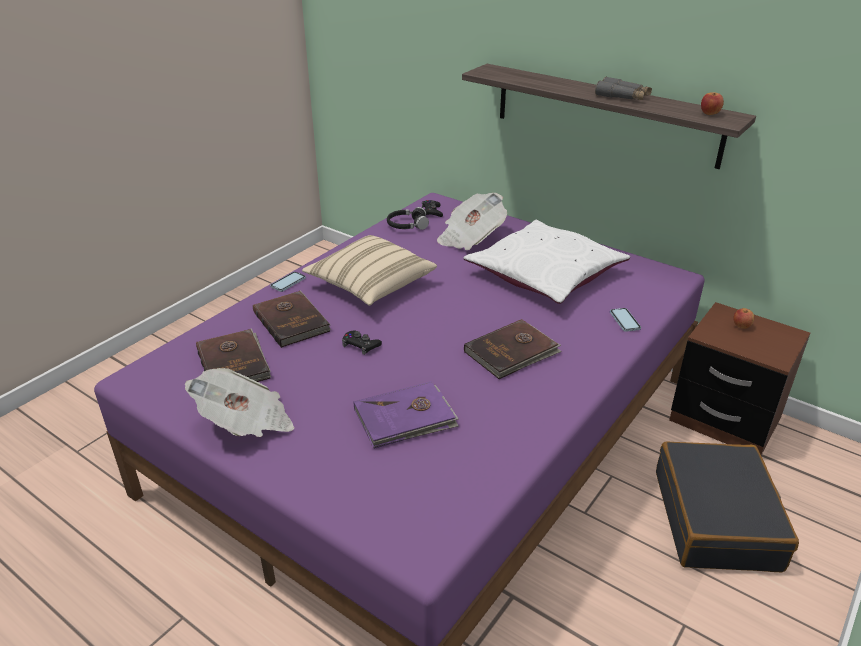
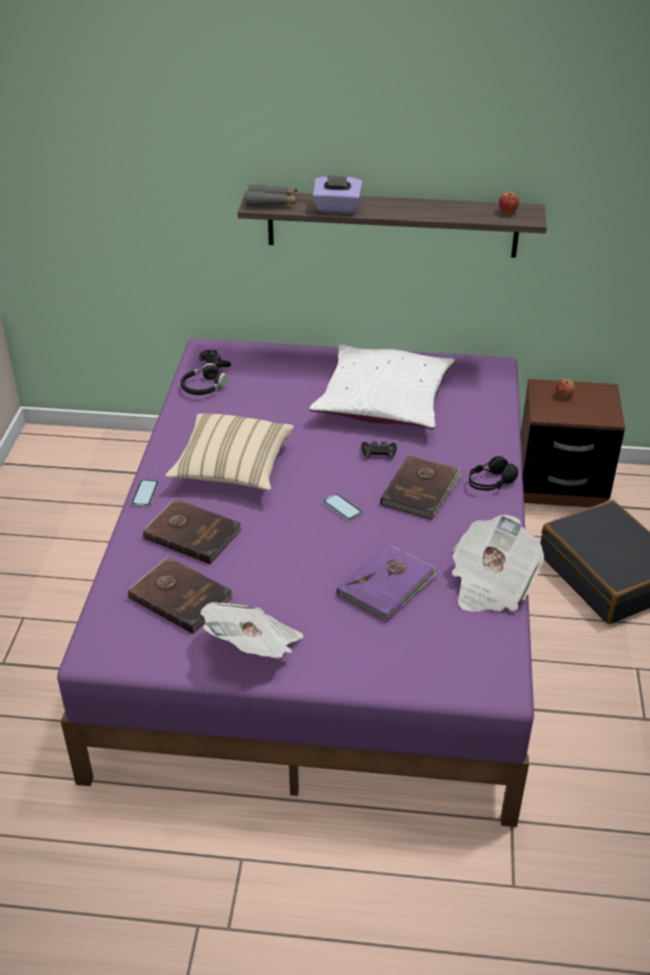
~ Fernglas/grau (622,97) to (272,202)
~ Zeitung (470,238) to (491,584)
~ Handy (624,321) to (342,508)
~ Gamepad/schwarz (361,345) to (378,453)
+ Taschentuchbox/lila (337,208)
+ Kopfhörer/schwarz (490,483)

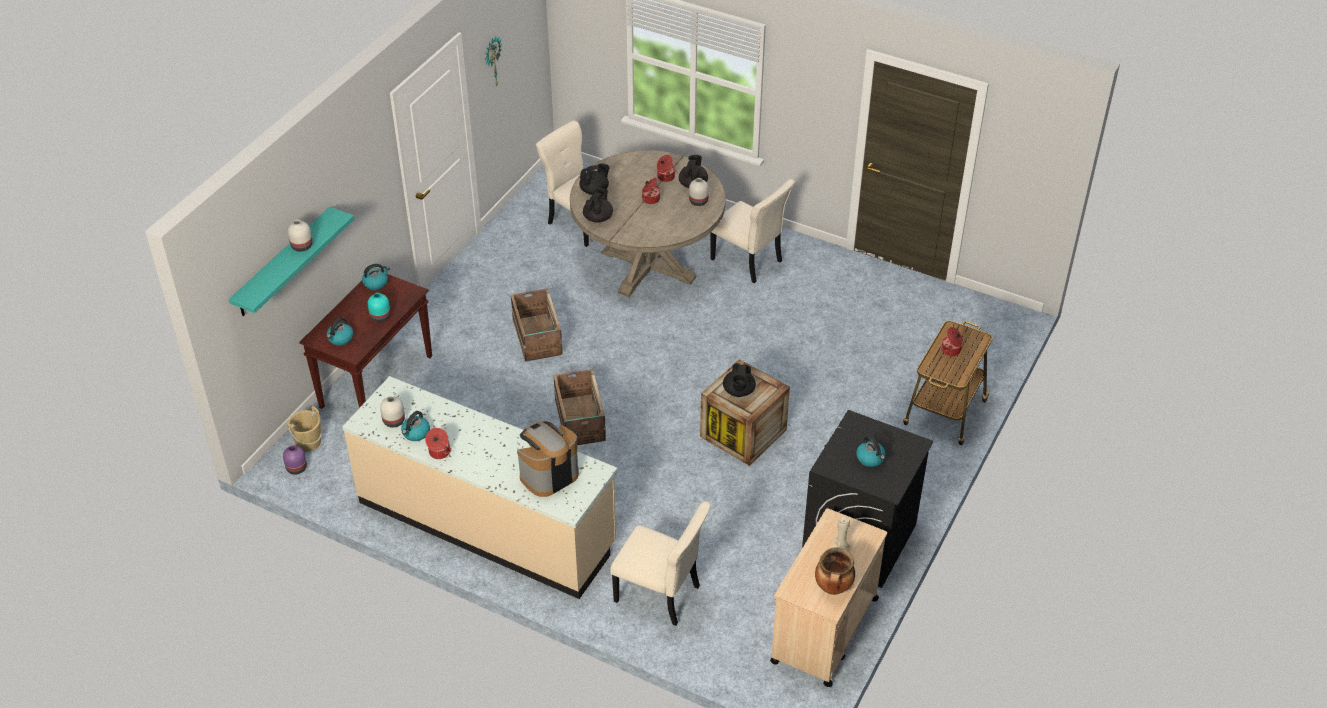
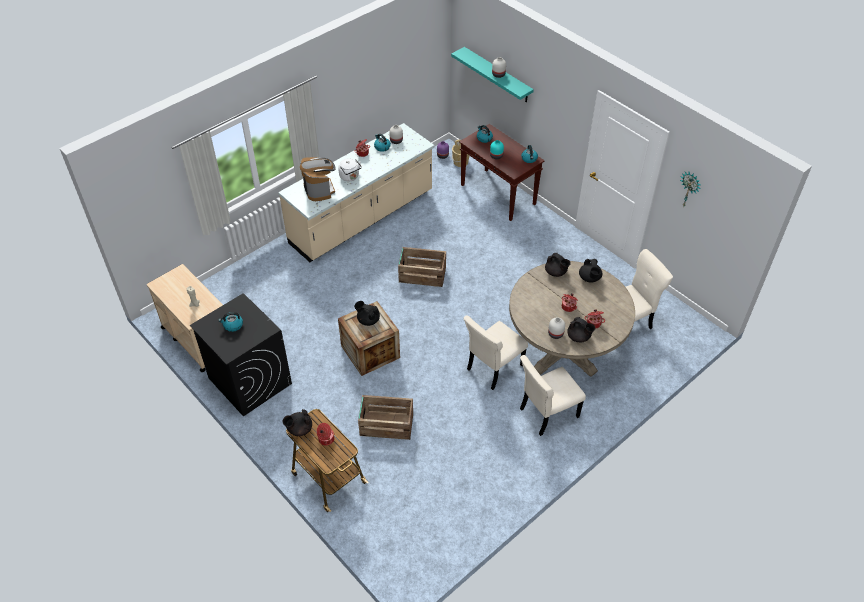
~ Kiste (537,338) to (386,424)
~ Stuhl/beige (660,595) to (493,368)
- Kochtopf (833,588)
+ Wasserkessel/weiß (350,177)
+ Teekanne/schwarz (299,429)

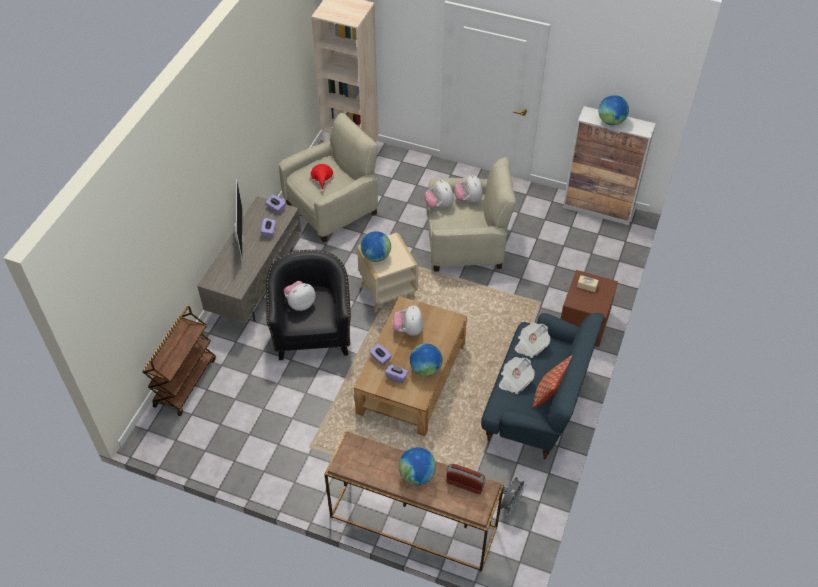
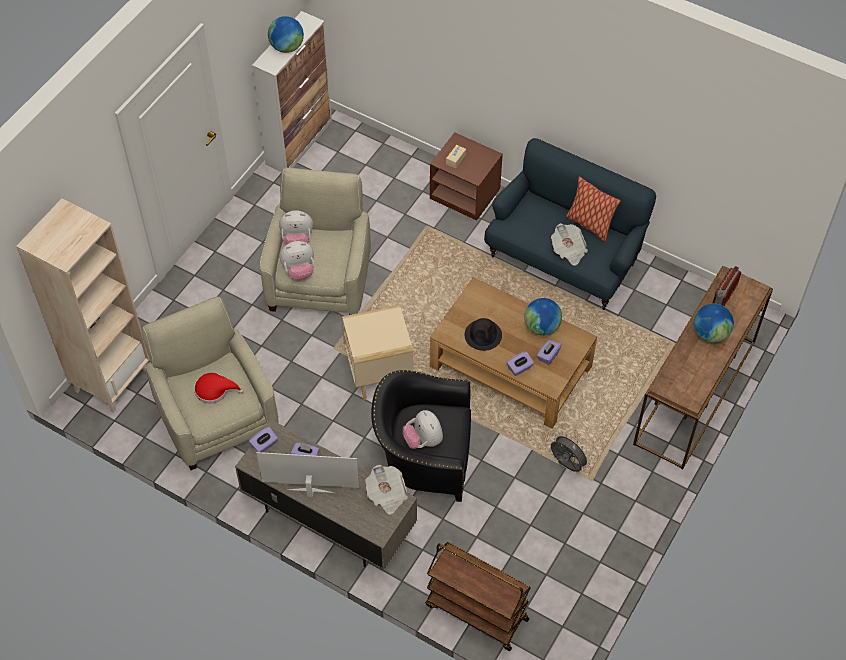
- Globus (376,256)
~ Plüschtier (408,330) to Hut/schwarz (483,335)
~ Zeitung (531,345) to (386,495)
~ Ventilator/grau (510,503) to (566,464)

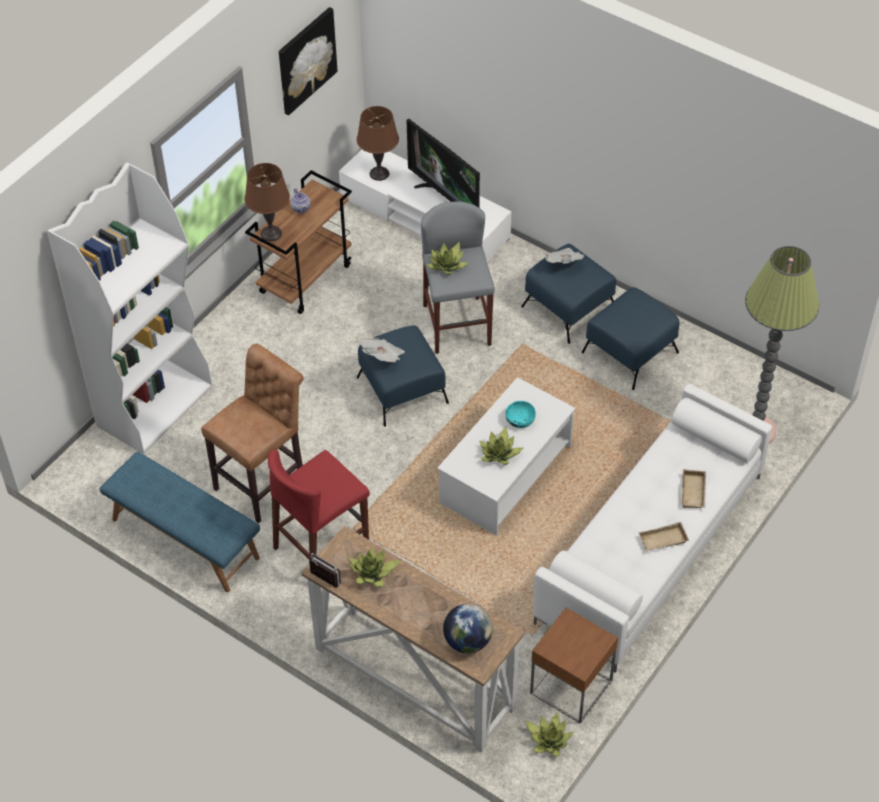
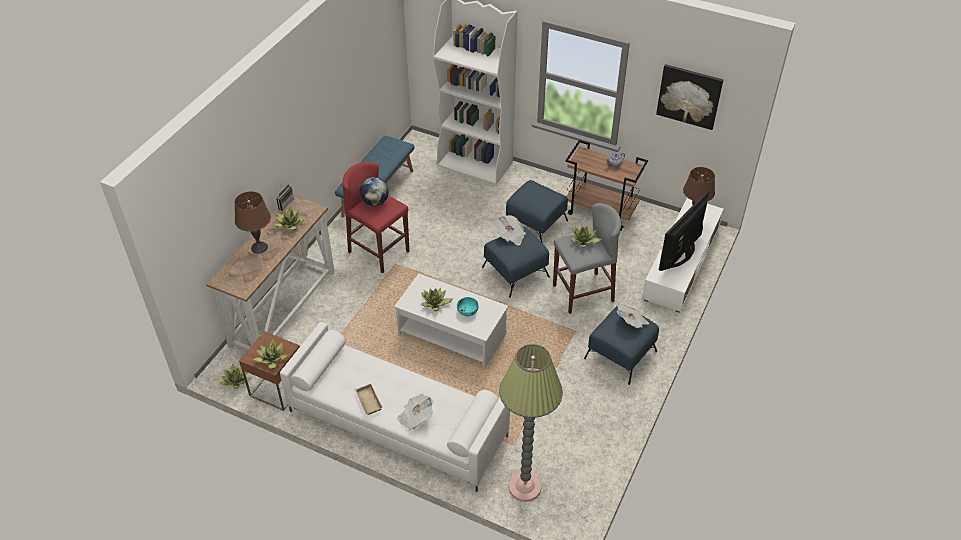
~ Tischlampe/braun (271,233) to (259,247)
~ Polsterhocker/blau (630,352) to (536,224)
- Hocker/braun (264,482)
~ Tablett/beige (694,492) to Zeitung (415,417)
~ Globus (467,641) to (375,202)
+ Topfpflanze (272,359)

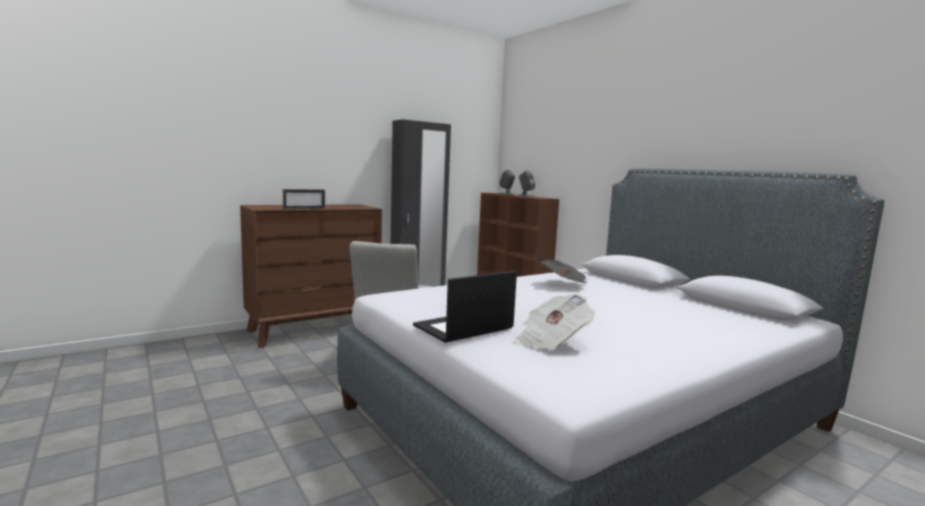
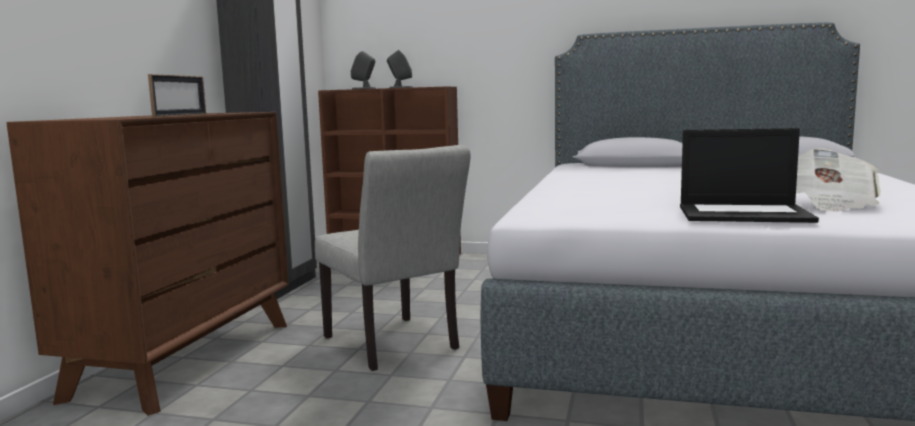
- Zeitung (565,284)
~ Laptop (463,328) = (744,214) 90 degrees counterclockwise

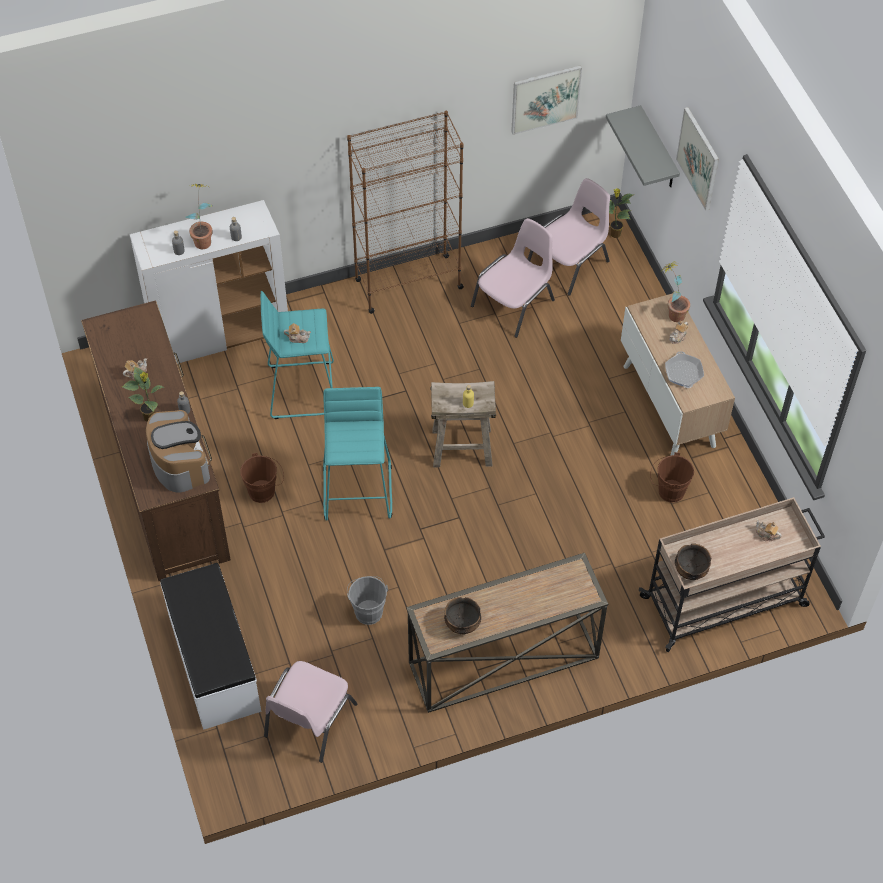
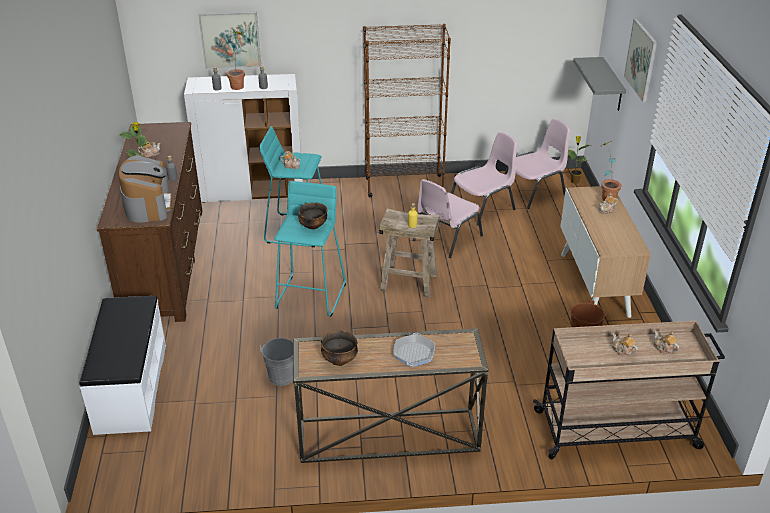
~ Bild (545,99) to (230,39)
~ Pfanne (683,373) to (414,353)
- Eimer/braun (264,491)
~ Schüssel (690,570) to (313,226)
~ Stuhl/rosa (308,721) to (446,238)
+ Teekanne (622,350)

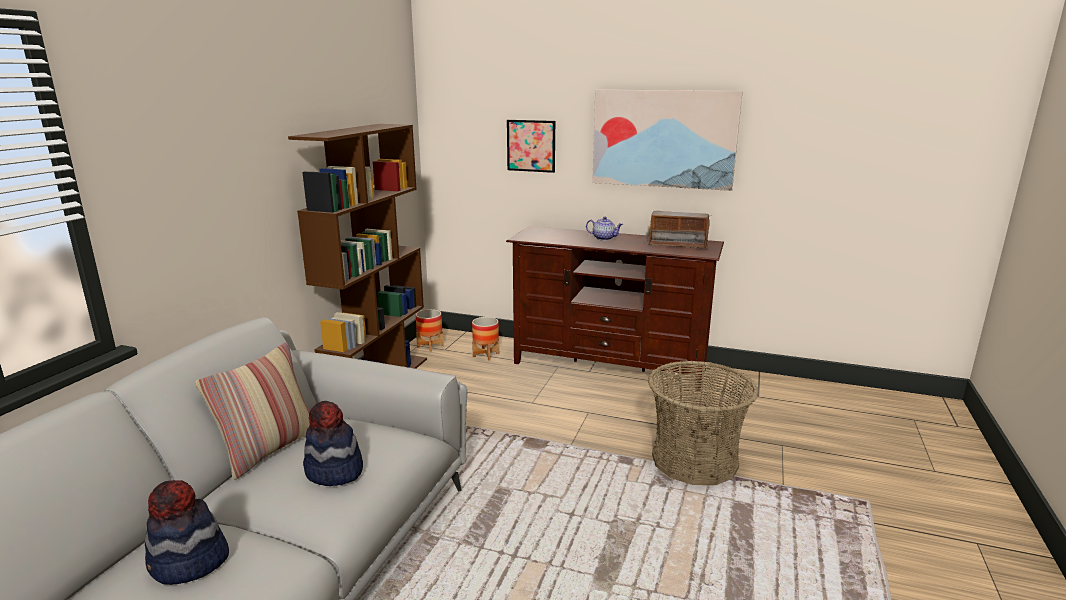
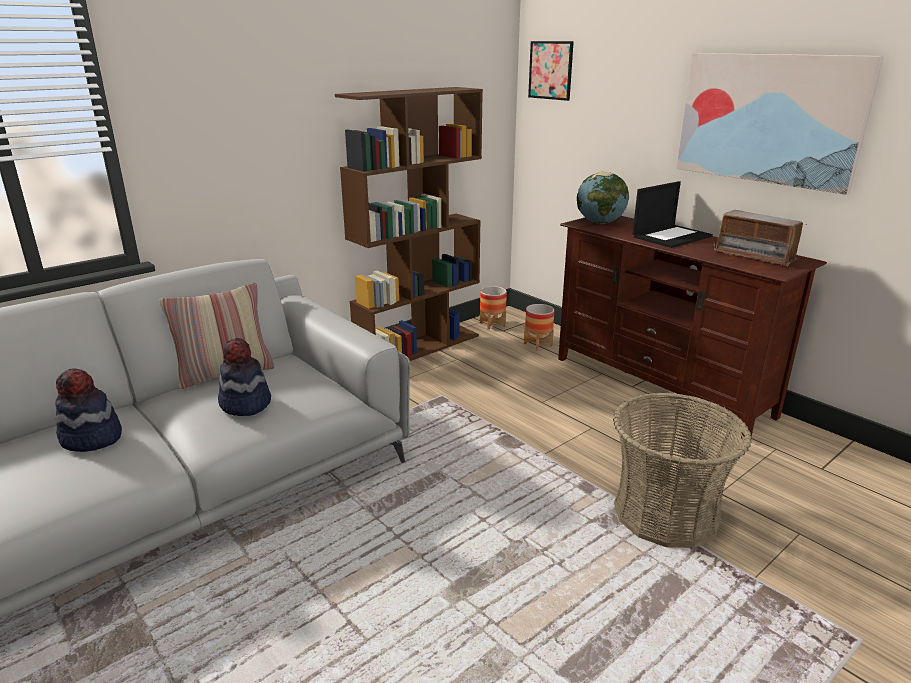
~ Bild (531,146) to (550,70)
~ Teekanne (604,238) to Laptop (671,236)
+ Globus (600,222)

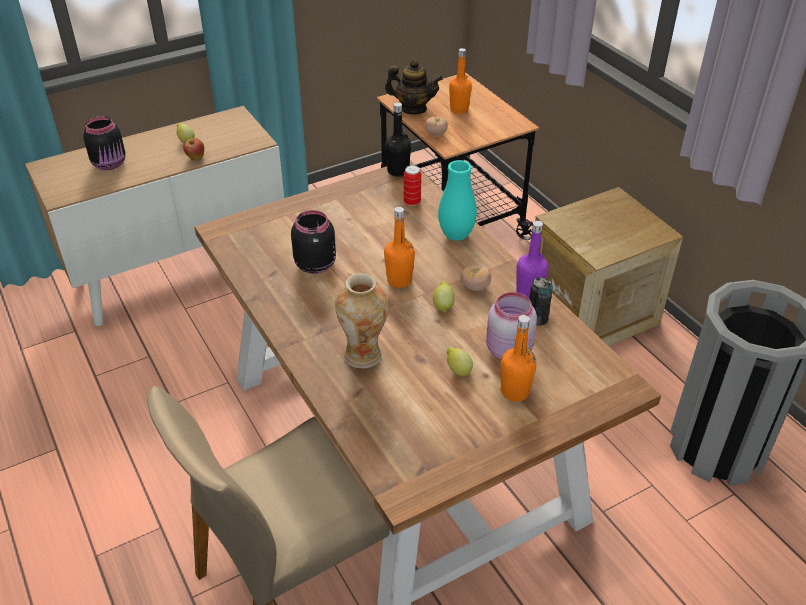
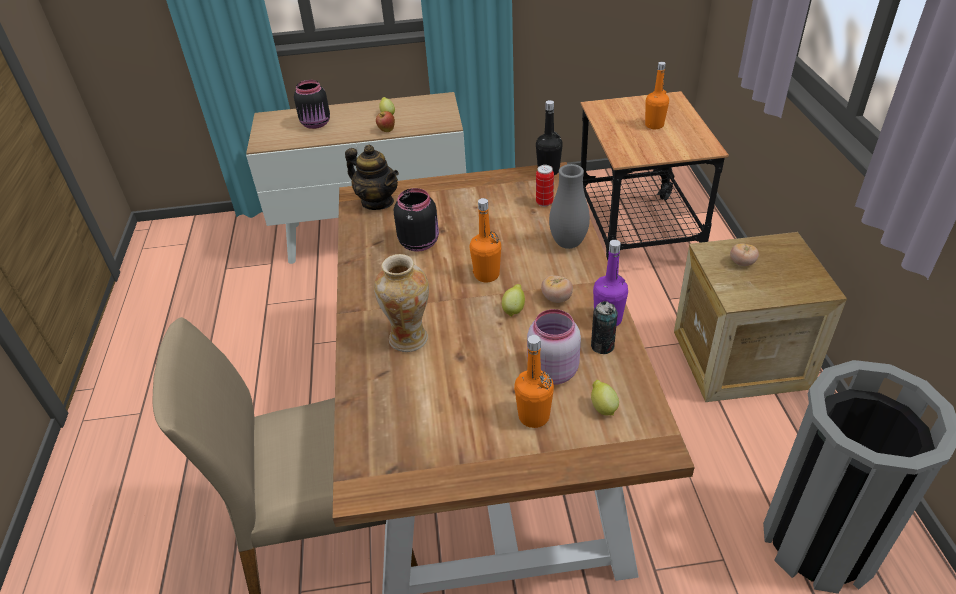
~ Teekanne (413,109) to (377,202)
~ Tomate (436,134) to (742,263)
~ Vase/türkis (456,235) to Vase/grau (568,243)
~ Zitrone (458,370) to (602,407)

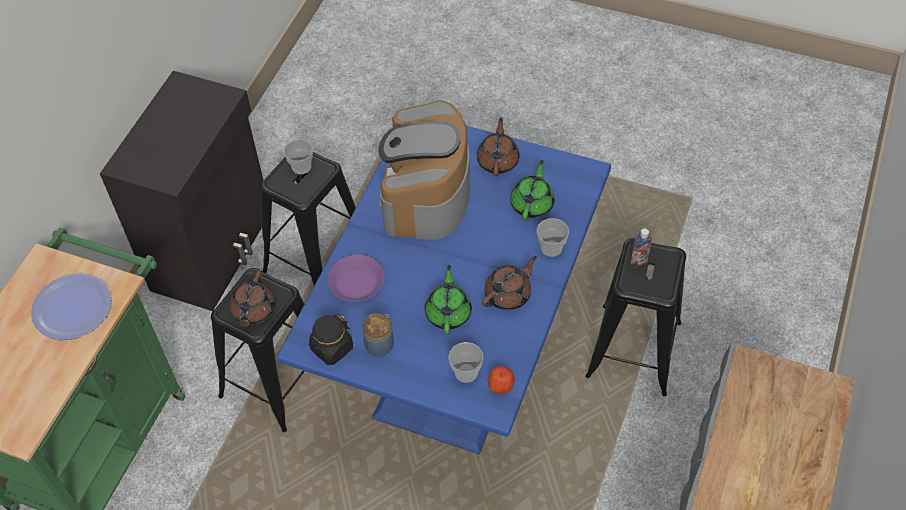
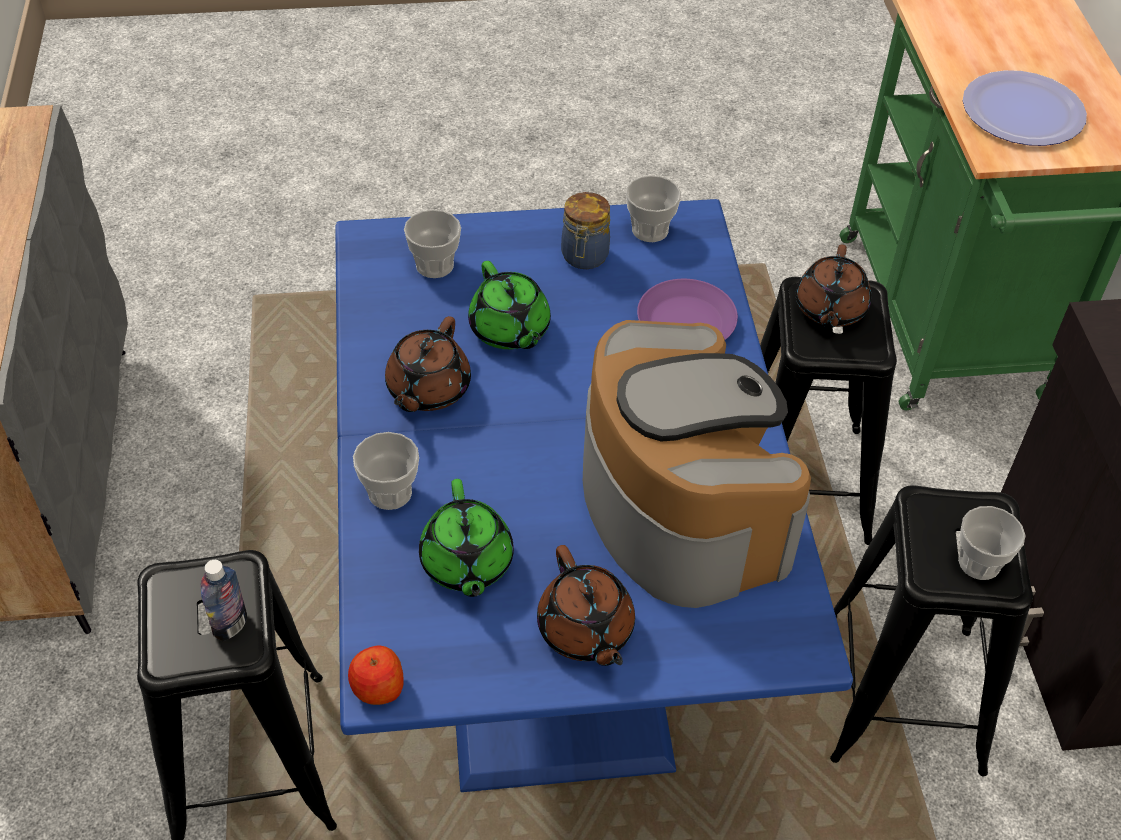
~ Teekanne/braun (253,311) = (829,309) 150 degrees counterclockwise
~ Vorratsglas/schwarz (331,348) to Tasse (650,230)
~ Apfel (501,385) to (377,687)

